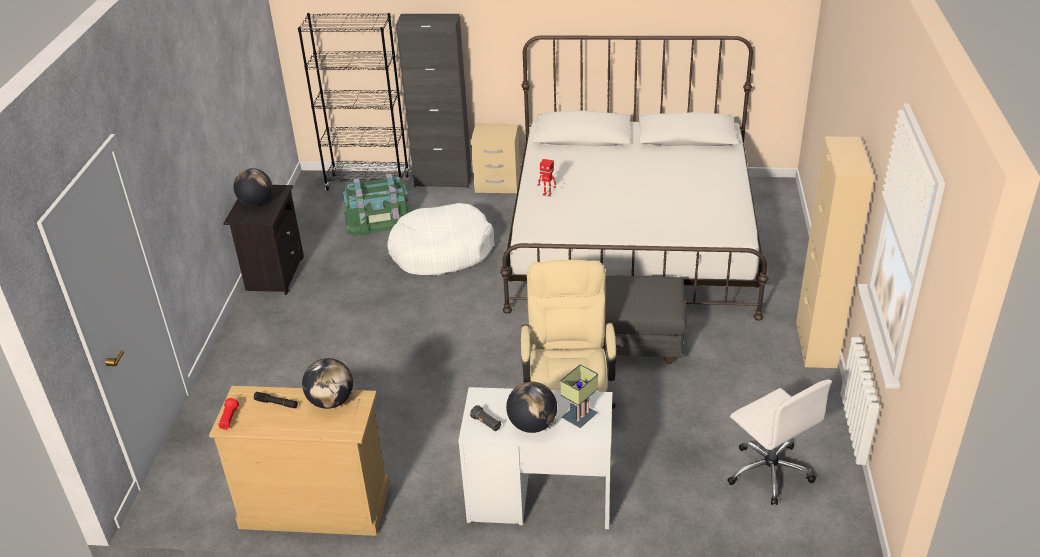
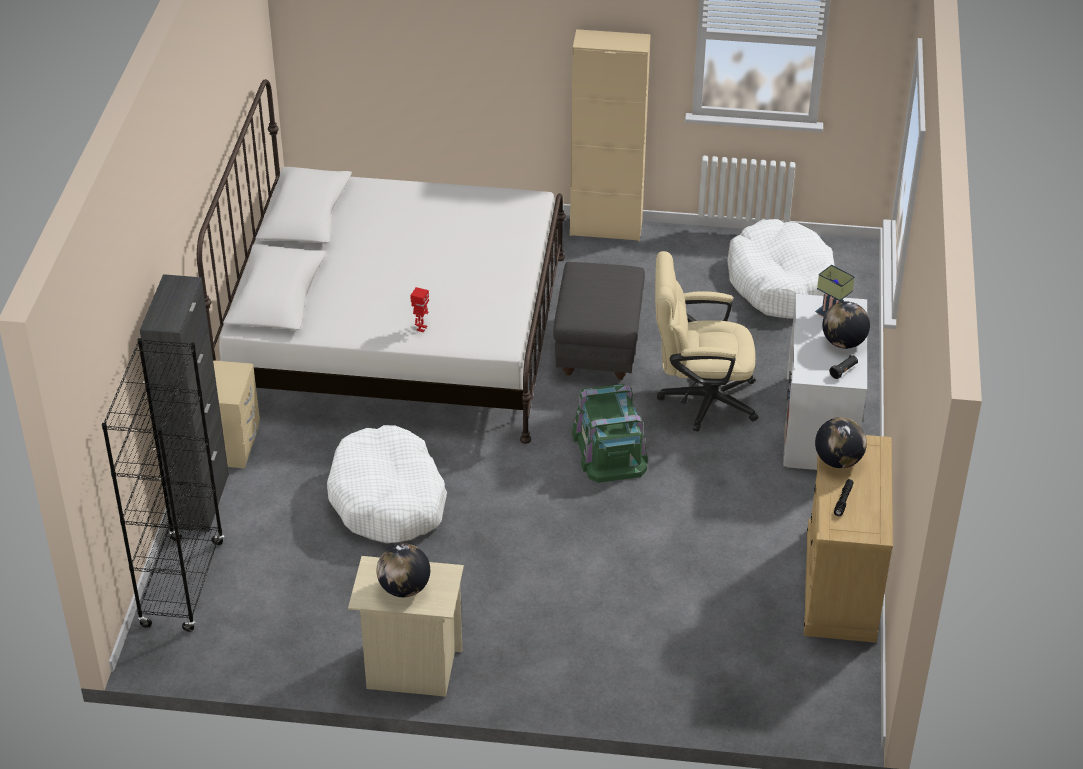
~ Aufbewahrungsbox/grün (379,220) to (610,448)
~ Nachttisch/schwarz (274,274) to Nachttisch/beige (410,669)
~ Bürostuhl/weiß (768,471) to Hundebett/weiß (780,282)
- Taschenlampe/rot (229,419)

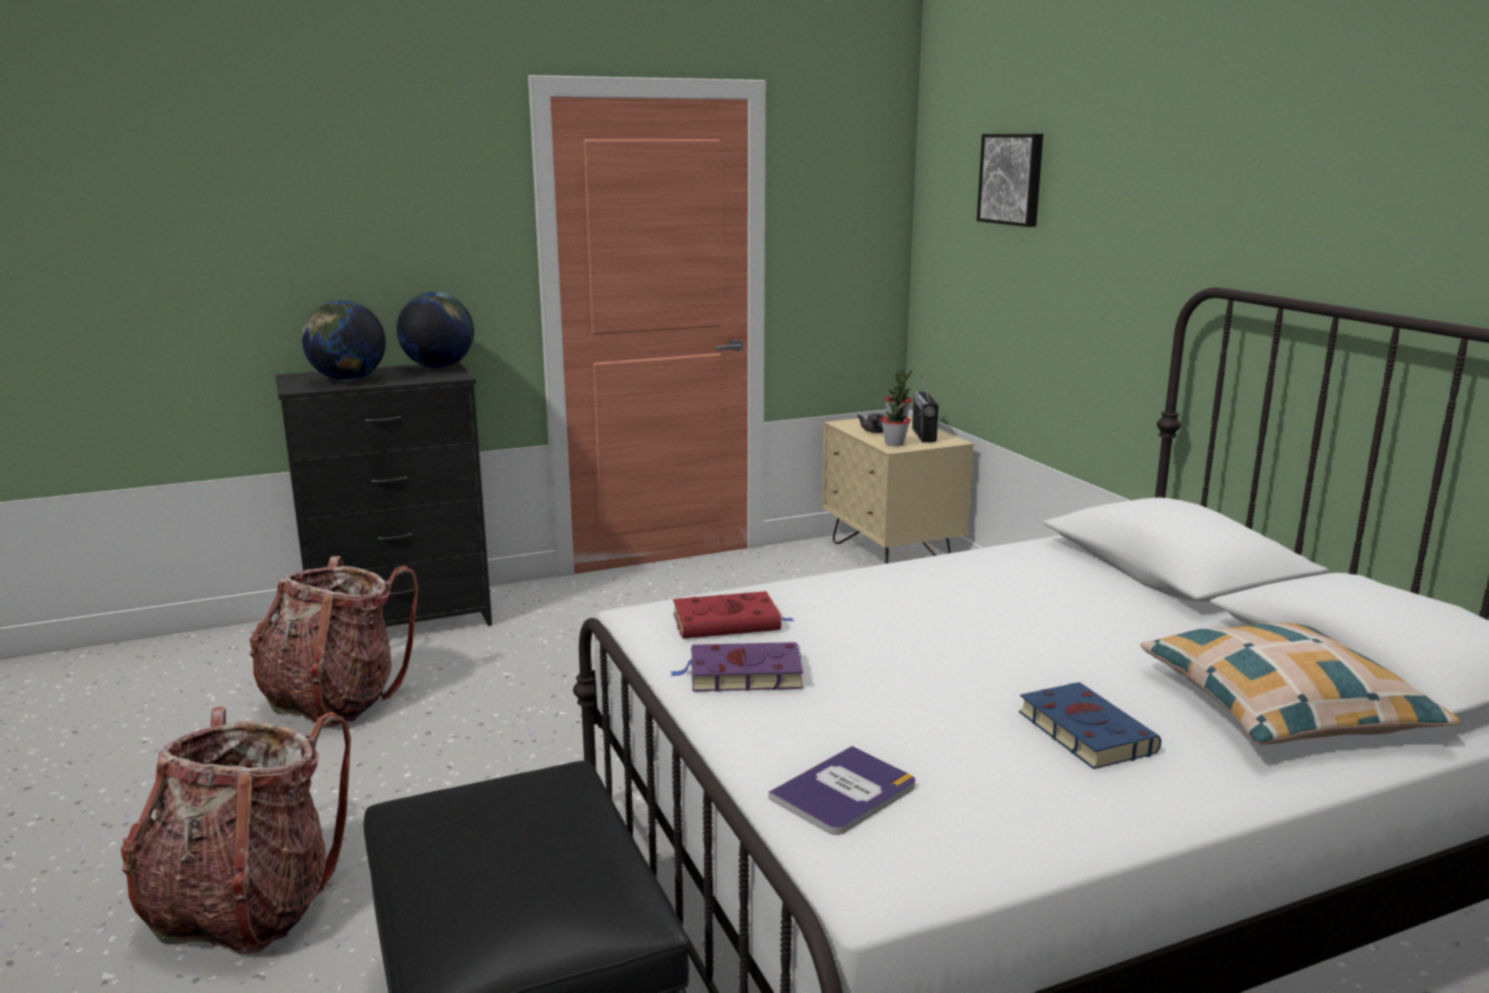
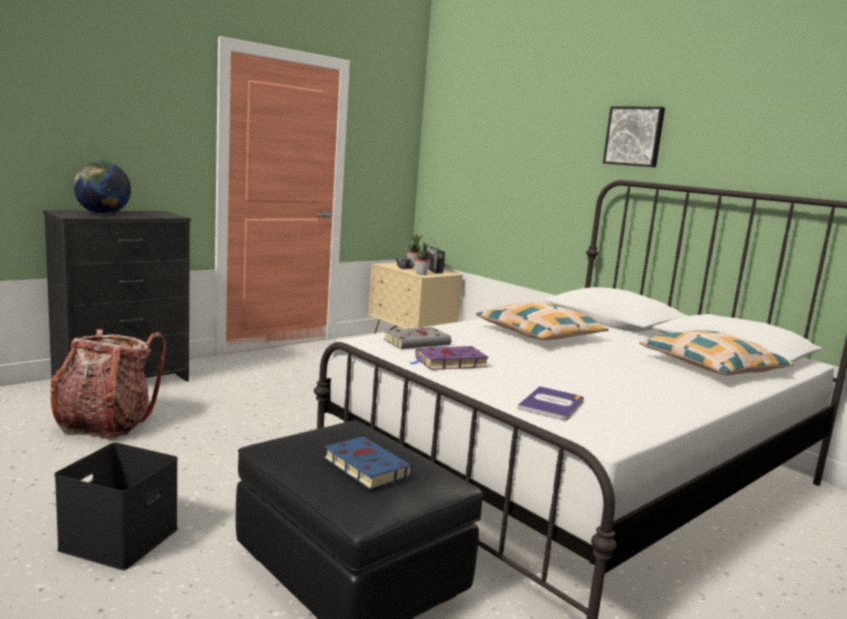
~ Bild (1012,179) to (634,136)
- Globus (439,368)
~ Buch/rot (729,622) to Buch/grau (418,342)
~ Buch/blau (1082,731) to (364,466)
~ Rucksack (245,907) to Aufbewahrungsbox/schwarz (119,538)
+ Kissen (539,334)

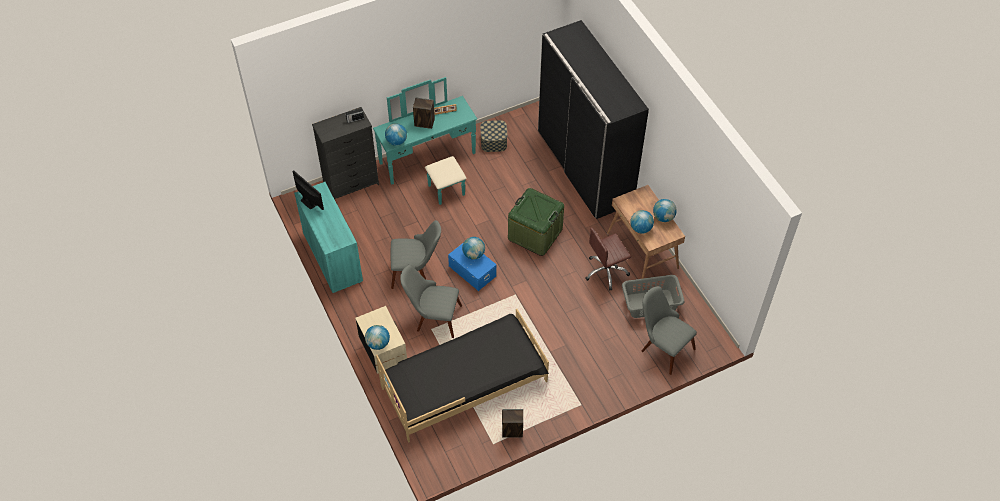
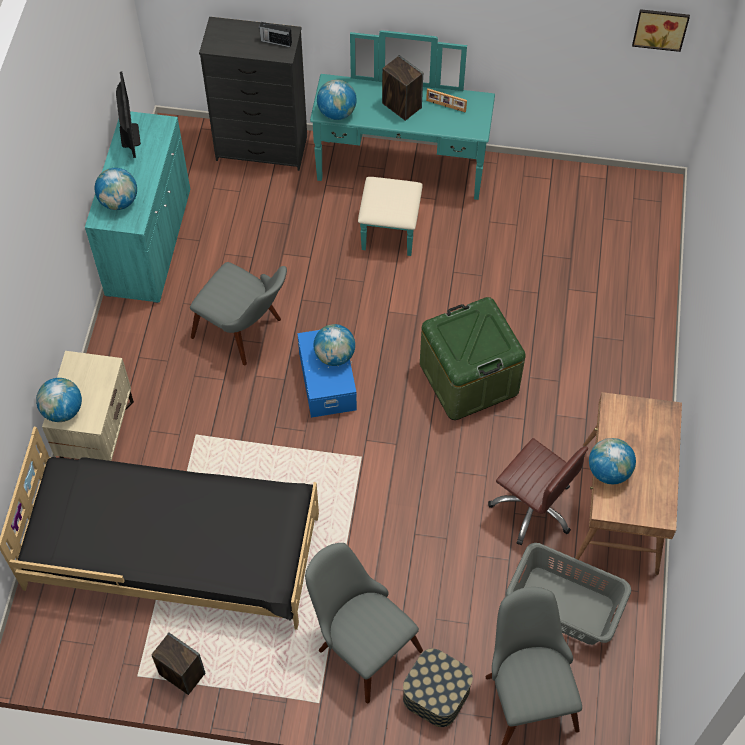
- Kleiderschrank/schwarz (584,167)
~ Aufbewahrungsbox (493,141) to (436,694)
~ Globus (663,217) to (119,201)
~ Bürostuhl/braun (606,272) = (533,507) 150 degrees counterclockwise
~ Stuhl/grau (432,317) to (360,642)
+ Bild (660,28)

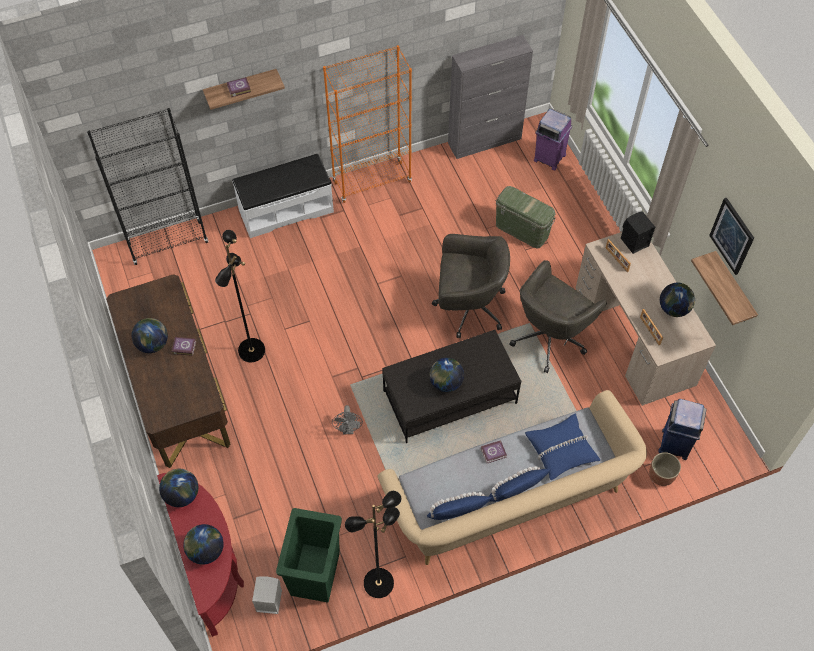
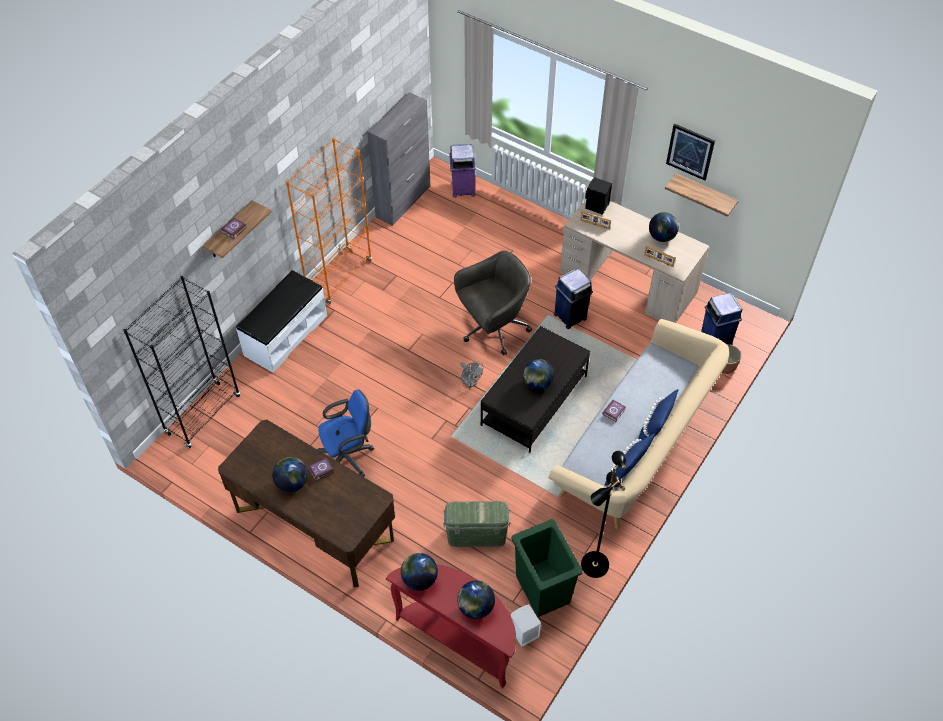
~ Aufbewahrungsbox/grün (522,230) to (476,535)
~ Stehlampe/schwarz (250,350) to Bürostuhl/blau (348,457)
~ Bürostuhl/grau (550,337) to Mülleimer/blau (570,316)
~ Ventilator/grau (348,429) to (470,383)
- Kissen/blau (561,449)

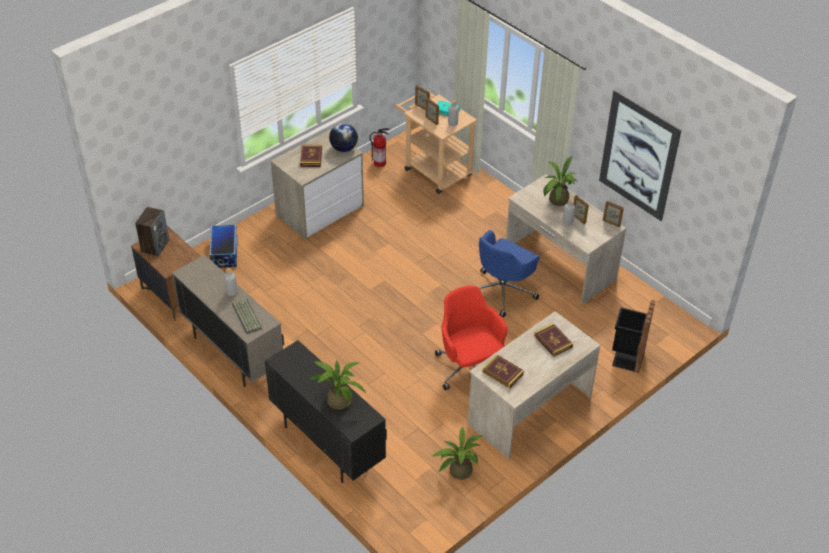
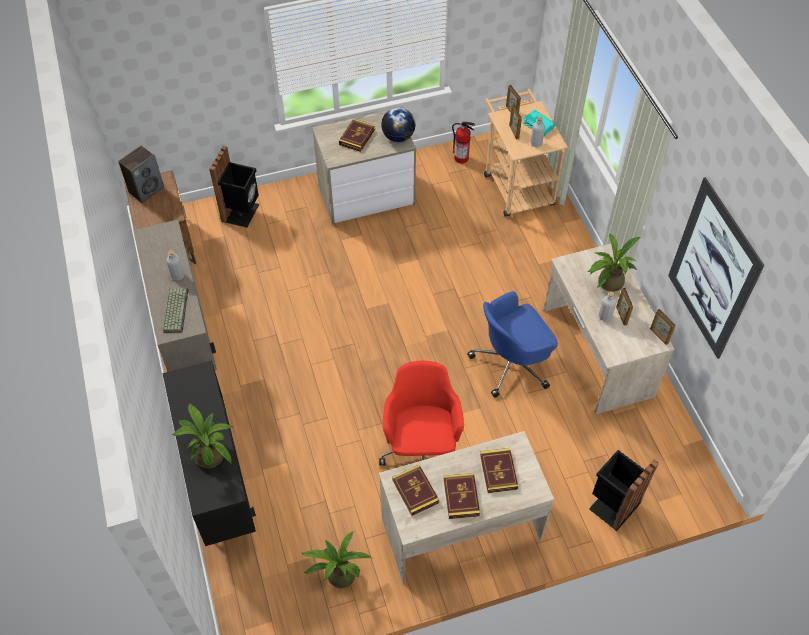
~ Aufbewahrungsbox (224,253) to Mülleimer/schwarz (242,213)
+ Buch (461,497)

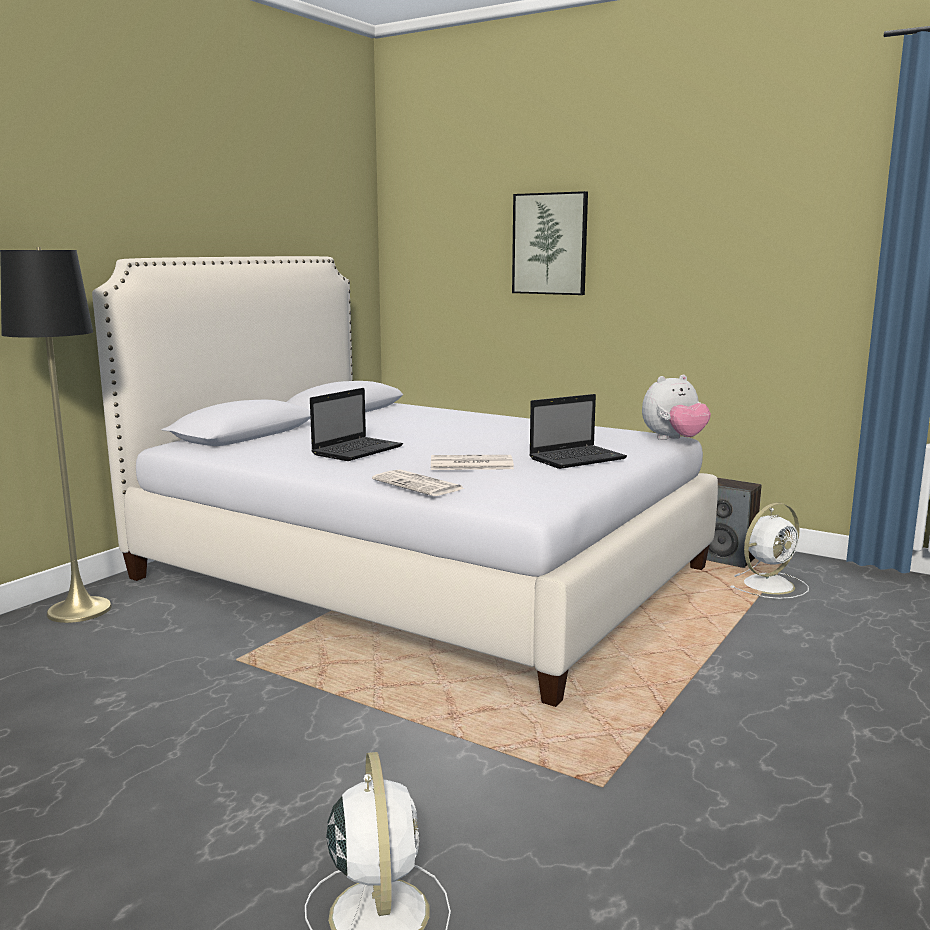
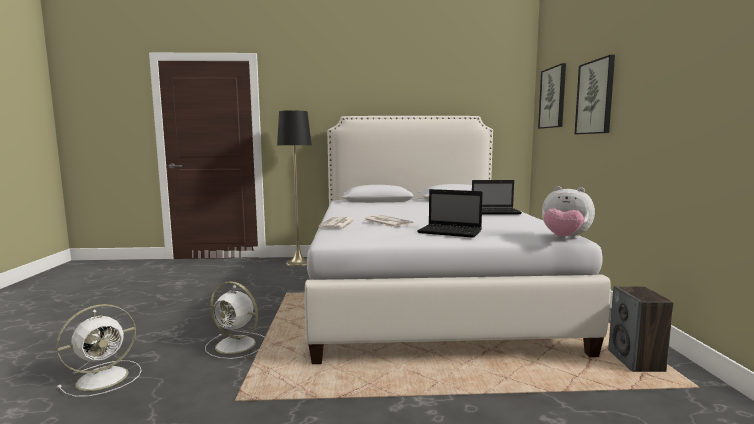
~ Laptop (358,450) to (496,212)
~ Ventilator/weiß (769,584) to (237,345)
+ Bild (553,98)

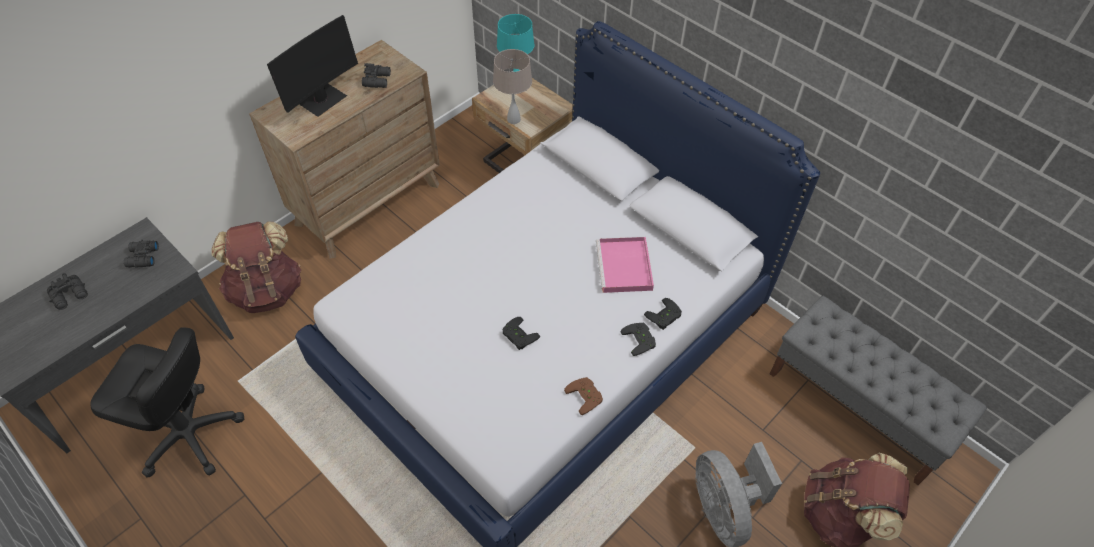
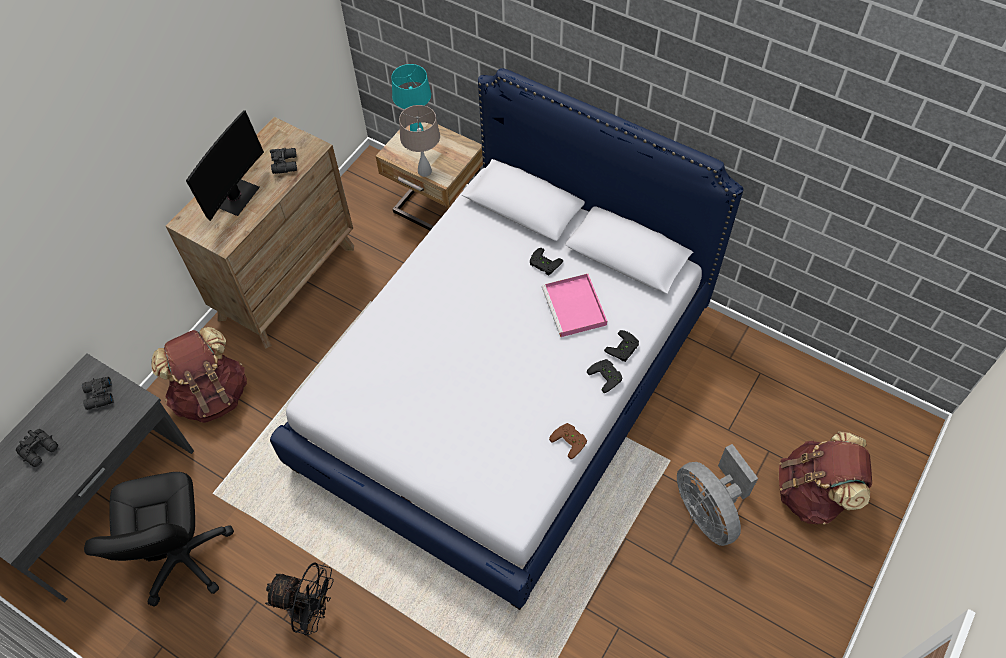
- Bank/grau (858,407)
~ Gamepad/schwarz (518,336) to (543,264)
~ Bürostuhl/schwarz (189,435) = (182,556) 75 degrees clockwise
+ Ventilator/schwarz (310,612)

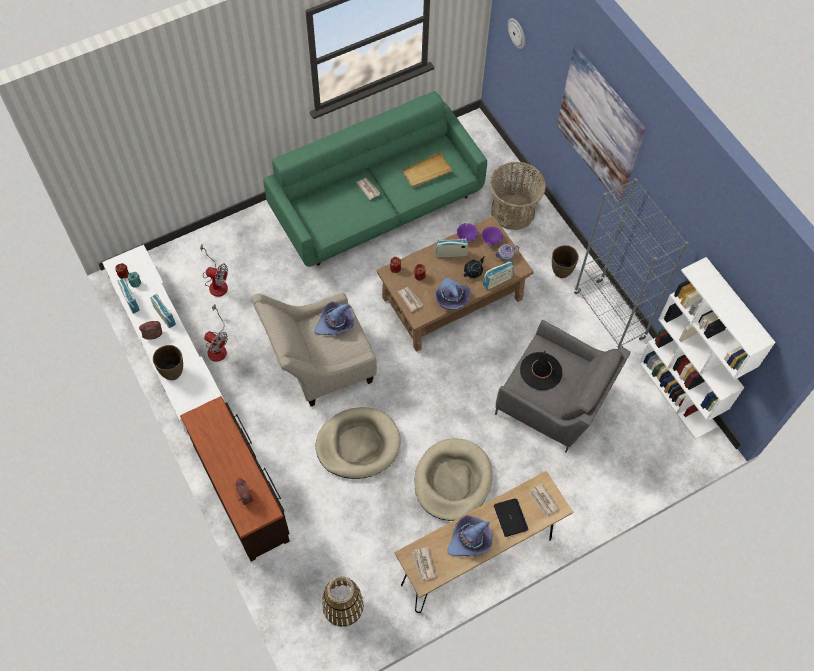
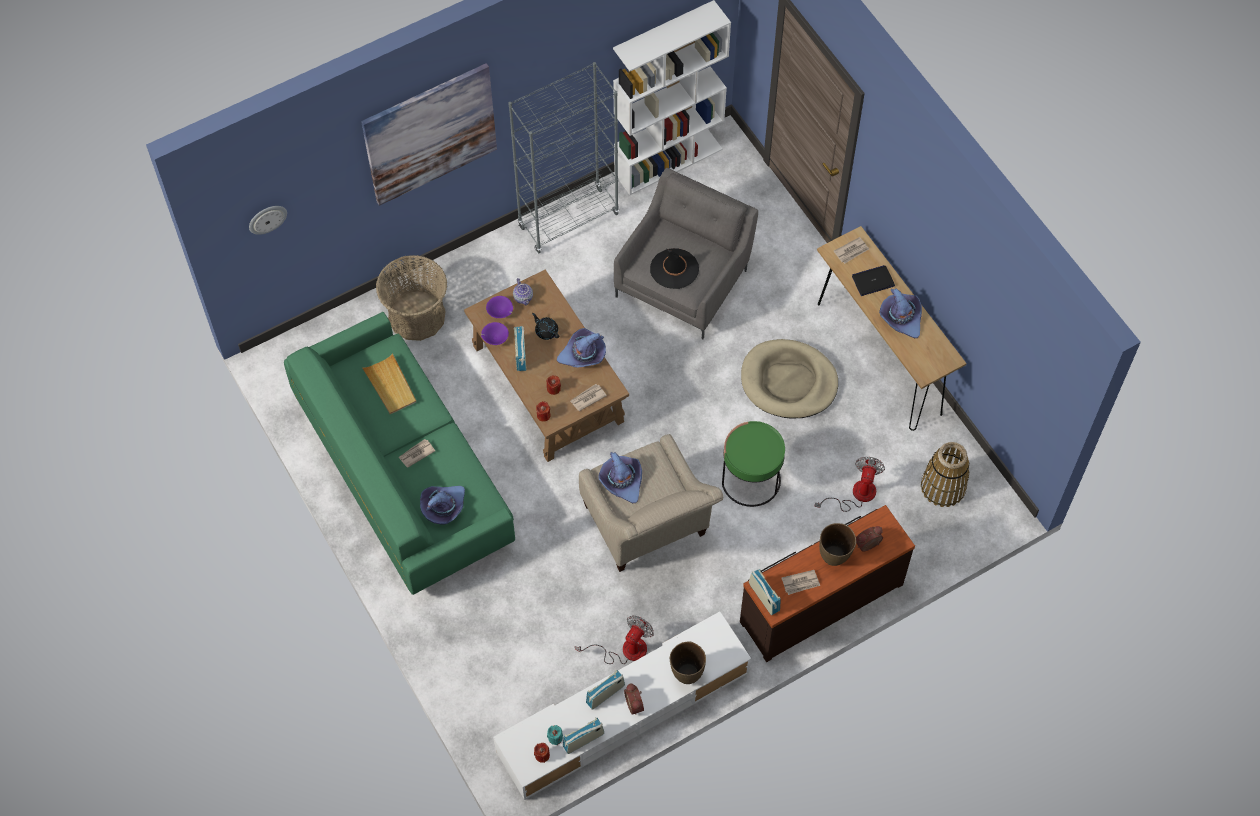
~ Ventilator (216,283) to (856,494)
~ Vase/braun (561,272) to (834,556)
~ Radio (497,281) to (764,597)
~ Hundebett/beige (358,444) to Beistelltisch/grün (751,480)
~ Zeitung (423,565) to (801,583)
+ Hut/lila (443,506)

